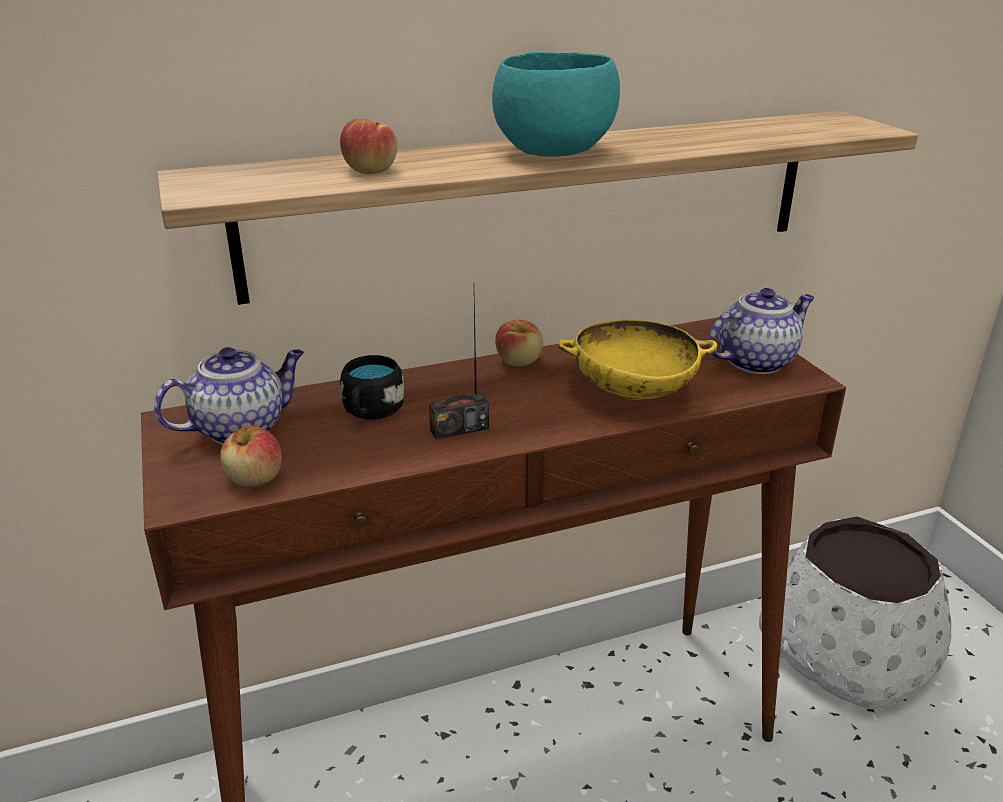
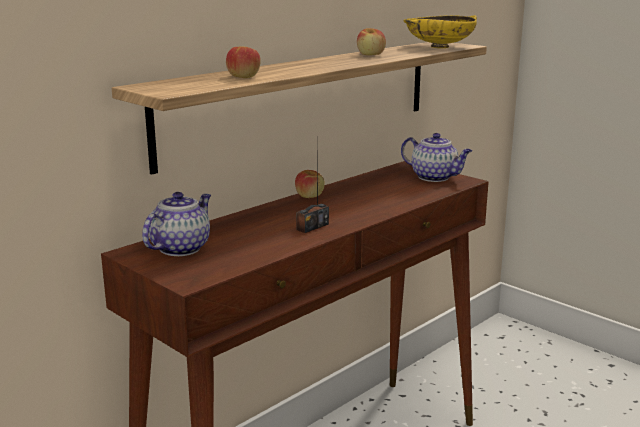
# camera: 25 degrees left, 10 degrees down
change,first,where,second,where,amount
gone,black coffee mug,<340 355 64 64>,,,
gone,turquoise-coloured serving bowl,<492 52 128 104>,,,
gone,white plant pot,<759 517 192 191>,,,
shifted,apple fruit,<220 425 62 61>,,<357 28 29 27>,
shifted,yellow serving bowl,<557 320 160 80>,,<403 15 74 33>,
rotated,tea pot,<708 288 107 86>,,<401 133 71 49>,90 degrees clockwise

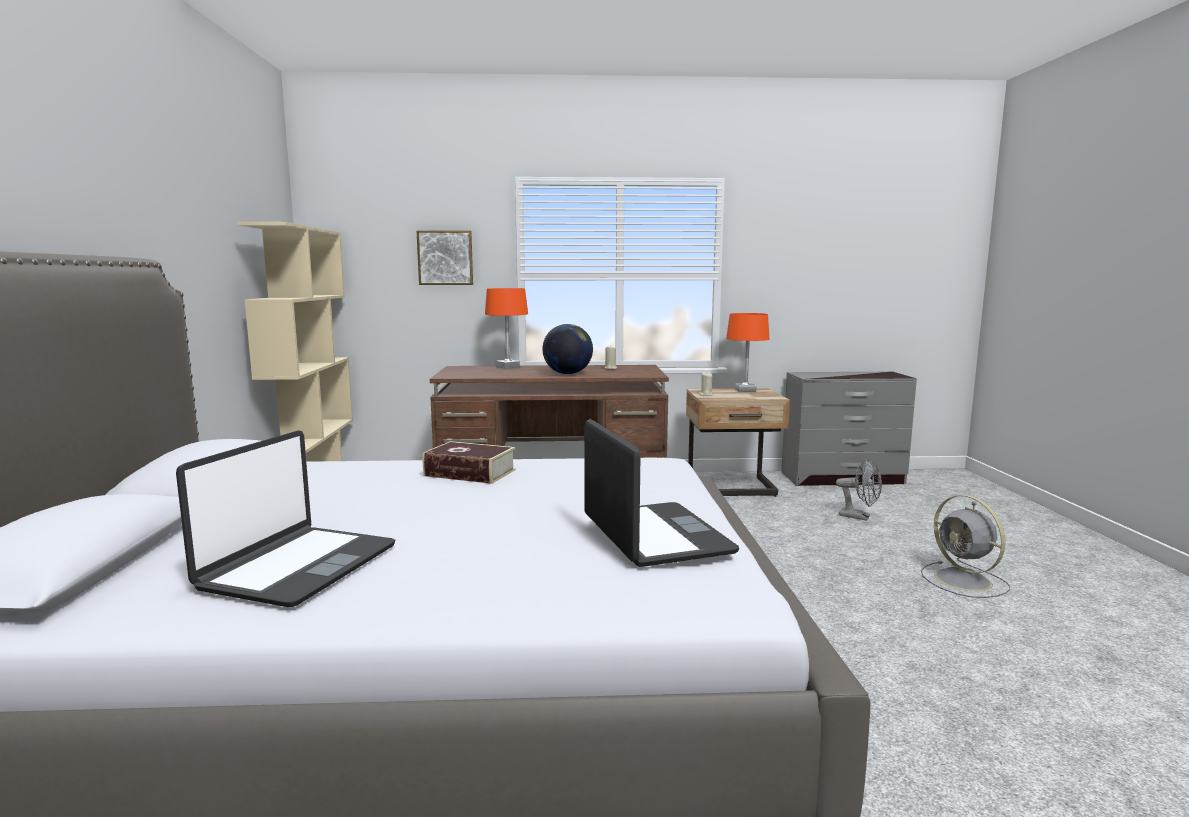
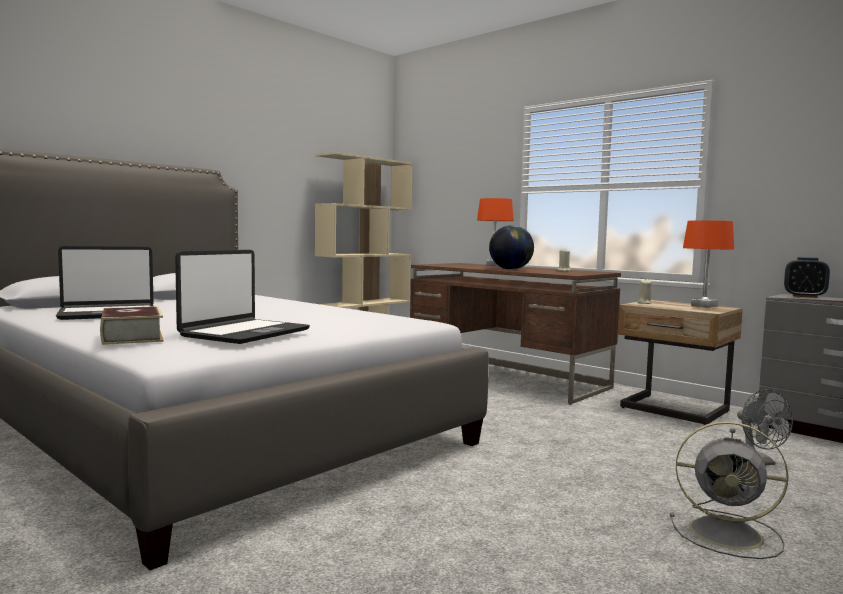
# camera: 45 degrees right, 5 degrees down
change,first,where,second,where,amount
gone,wall art,<416 230 57 55>,,,
new,,,alarm clock,<784 257 46 41>,
shifted,volume,<423 441 93 43>,,<100 306 64 39>,
rotated,grey electric fan,<921 495 89 103>,,<670 421 118 138>,90 degrees counterclockwise

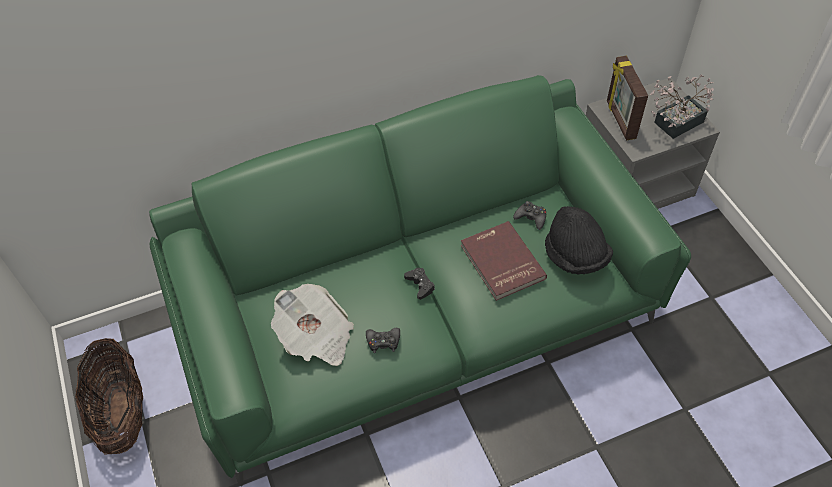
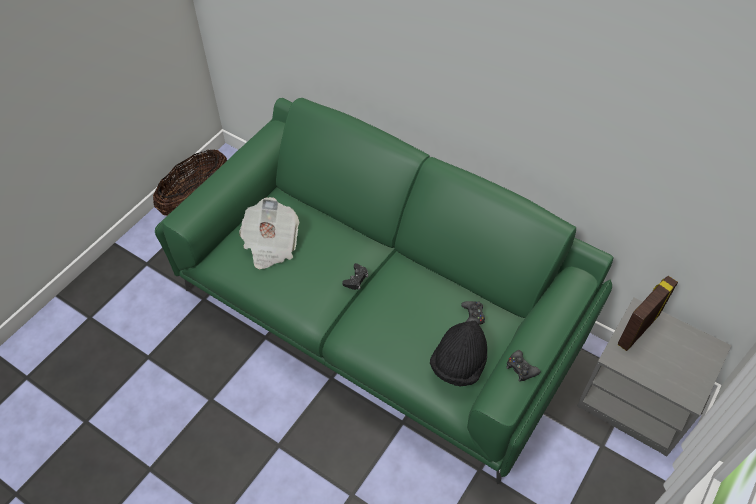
# camera: 55 degrees right, 0 degrees up
change,first,where,second,where,amount
gone,reddish volume,<461 221 86 80>,,,
gone,potted plant,<650 74 64 65>,,,
shifted,black joypad,<366 328 34 25>,,<506 350 35 31>,

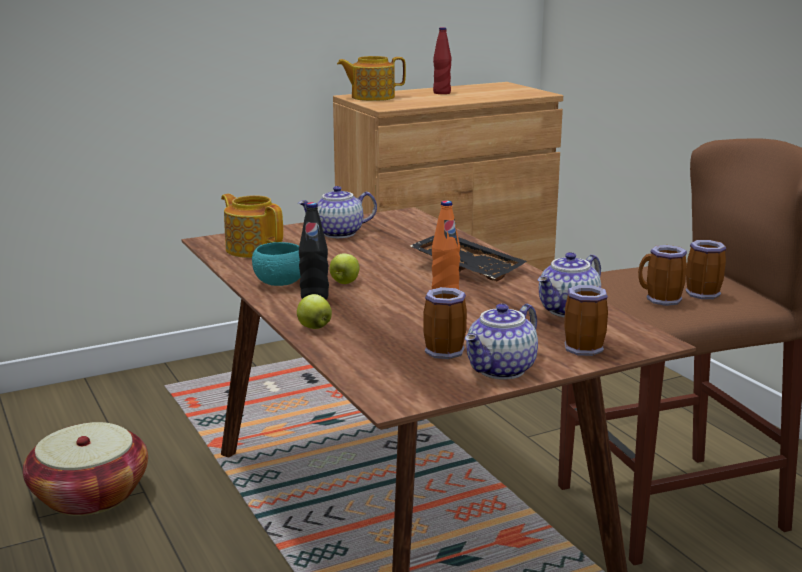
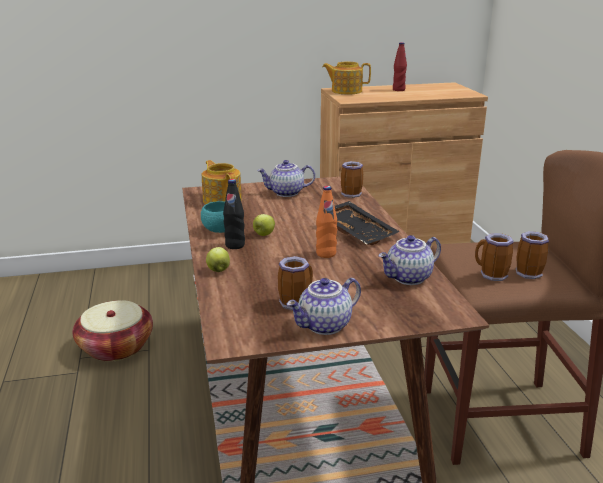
# camera: 15 degrees right, 5 degrees up
change,first,where,second,where,amount
shifted,coffee mug,<564 285 44 71>,,<341 161 22 37>,

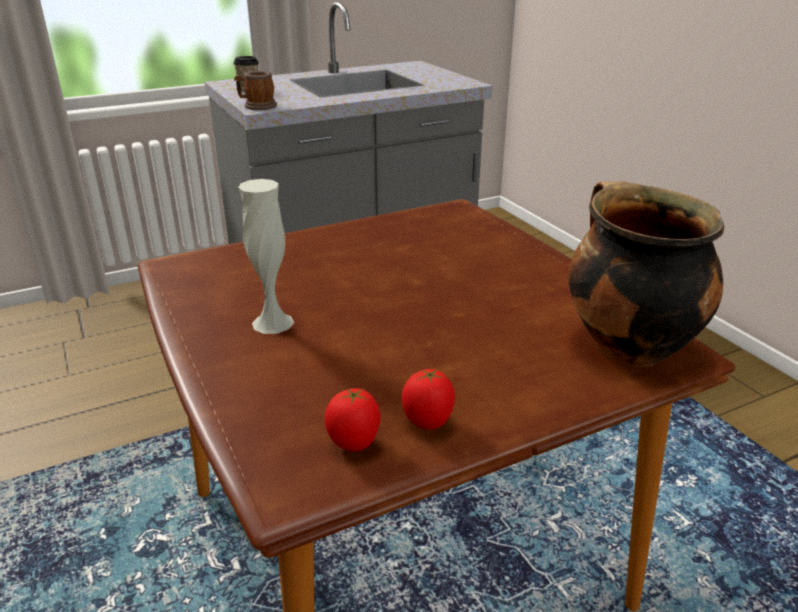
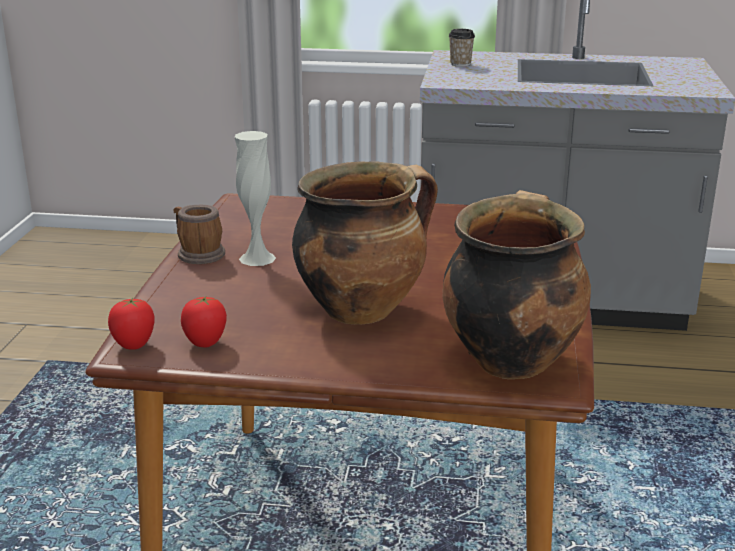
# camera: 35 degrees right, 5 degrees down
change,first,where,second,where,amount
new,,,stockpot,<292 161 146 164>,
shifted,coffee mug,<234 71 43 39>,,<174 205 51 59>,
shifted,tomato,<402 369 53 61>,,<108 298 47 52>,

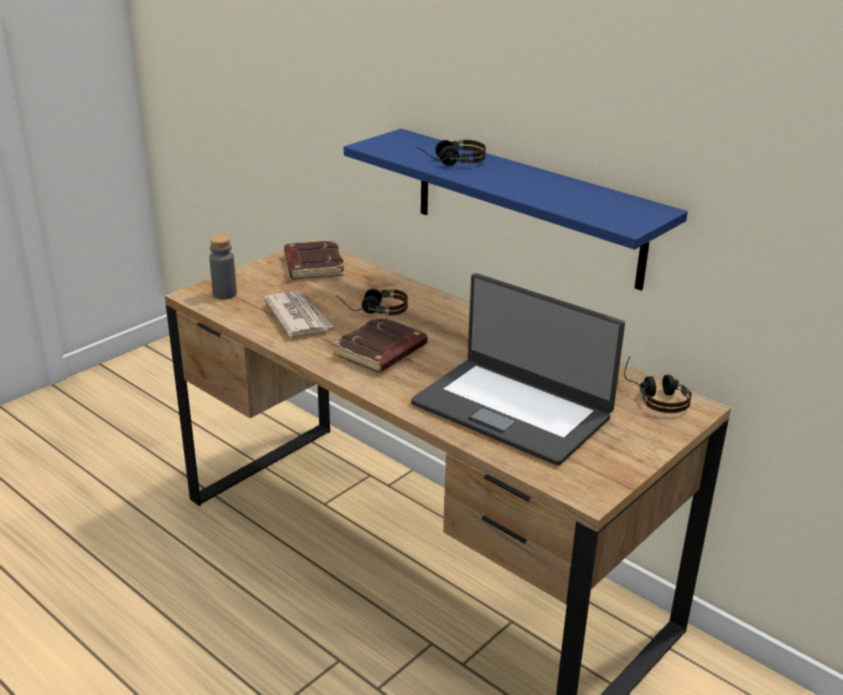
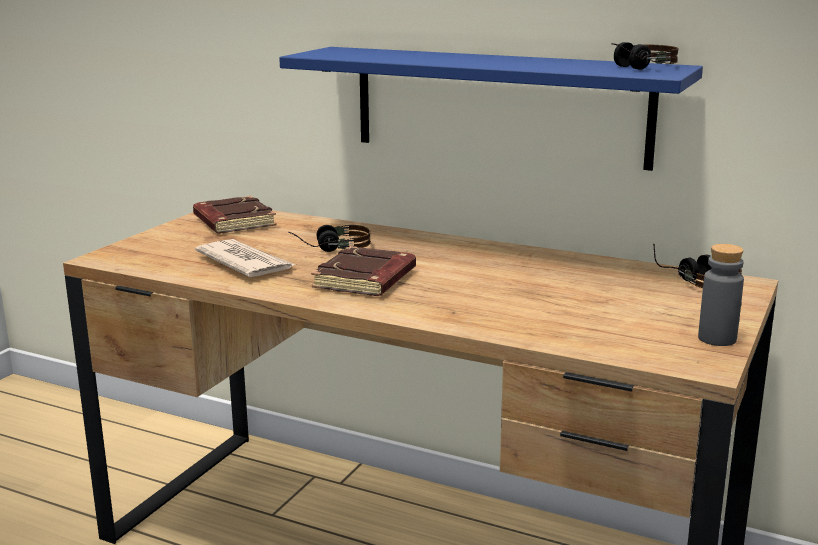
# camera: 15 degrees left, 10 degrees down
change,first,where,second,where,amount
gone,laptop,<411 273 214 193>,,,
shifted,grey beverage bottle,<209 235 28 65>,,<698 244 46 102>,
shifted,headset,<416 140 70 25>,,<612 42 67 28>,

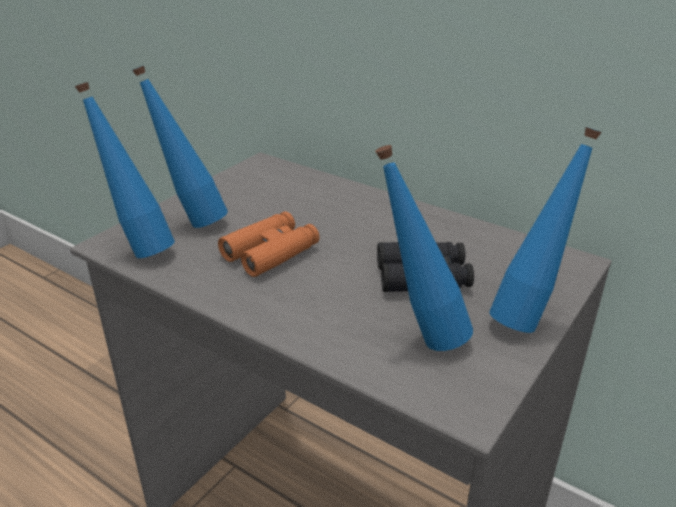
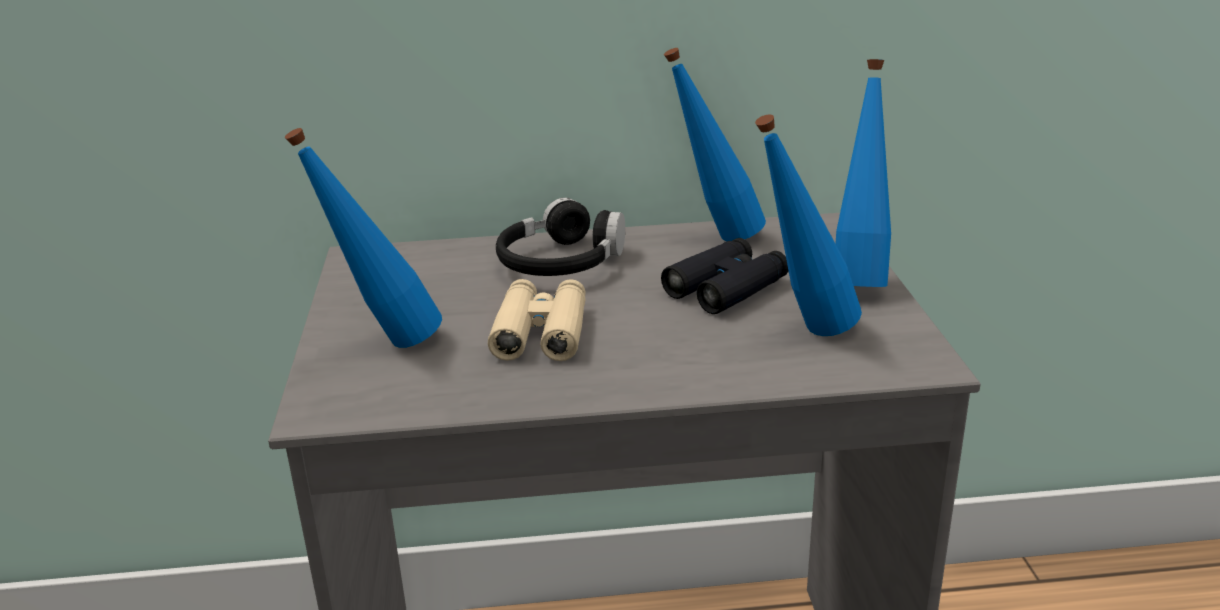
# camera: 40 degrees left, 5 degrees down
change,first,where,second,where,amount
new,,,black headset,<496 198 129 78>,
shifted,blue-coloured beverage bottle,<75 82 100 176>,,<664 48 102 193>,
repainted,orange field glasses,<218 211 102 66>,beige field glasses,<488 279 98 82>,

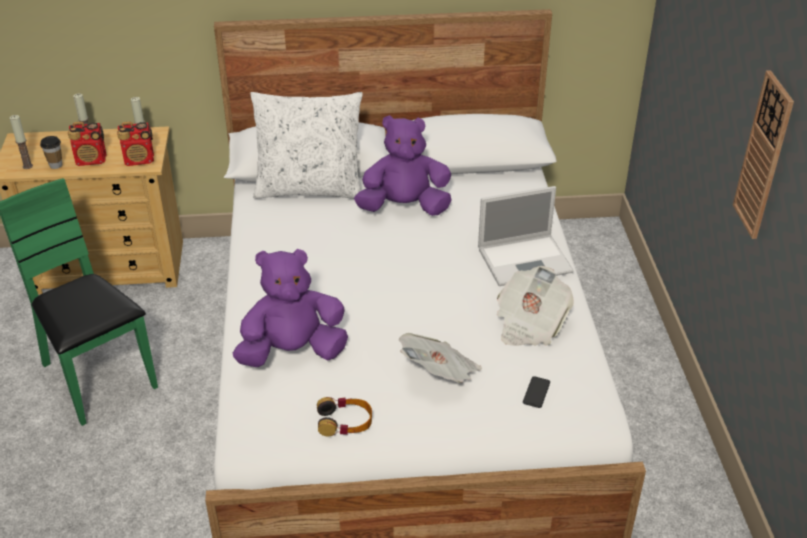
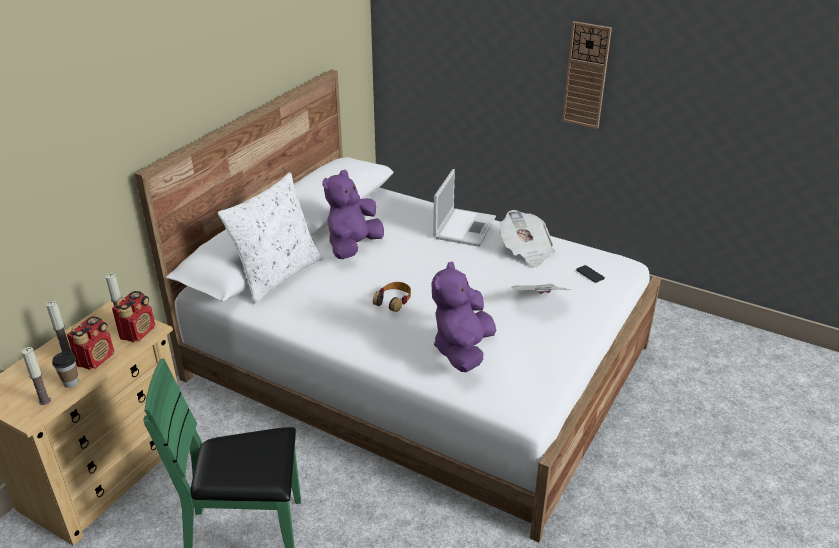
# camera: 55 degrees left, 5 degrees down
change,first,where,second,where,amount
shifted,headset,<317 397 55 39>,,<373 282 38 30>,

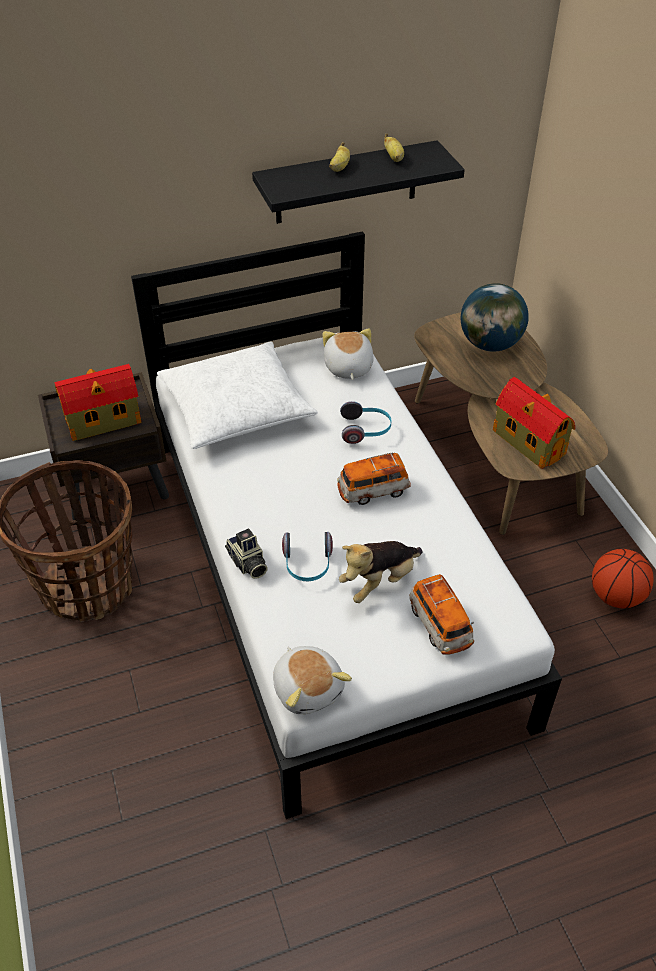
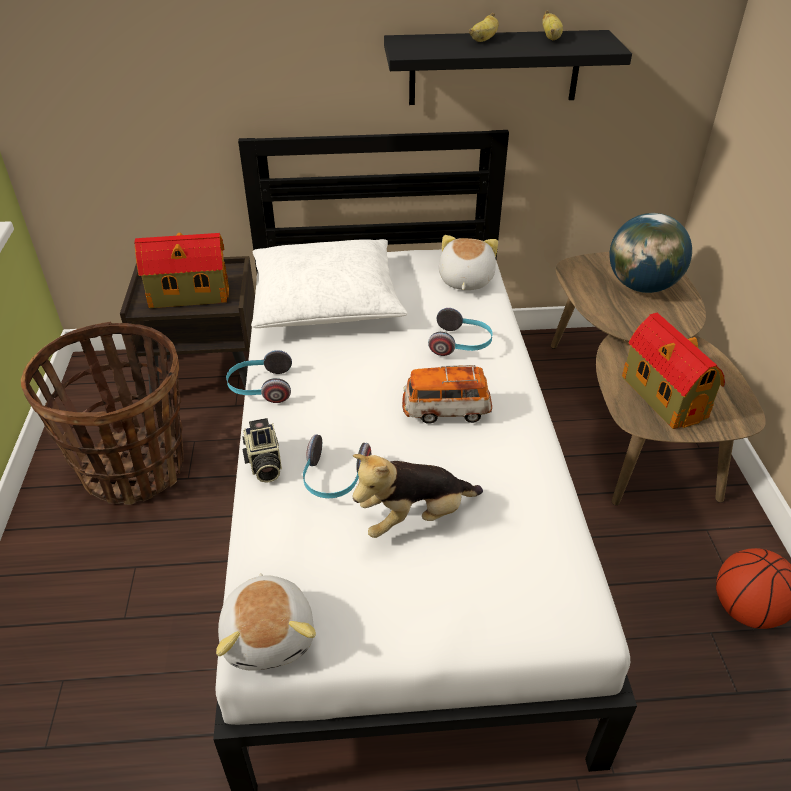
# camera: 15 degrees right, 5 degrees down
change,first,where,second,where,amount
gone,model car,<409 574 65 81>,,,
new,,,headset,<226 350 66 53>,

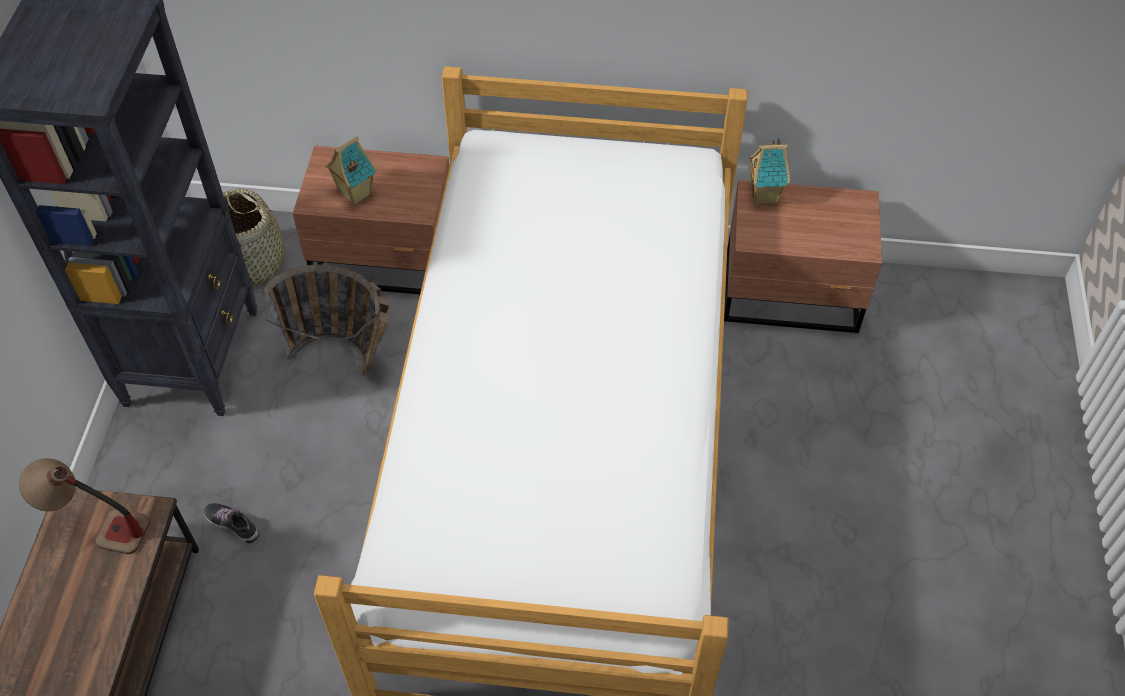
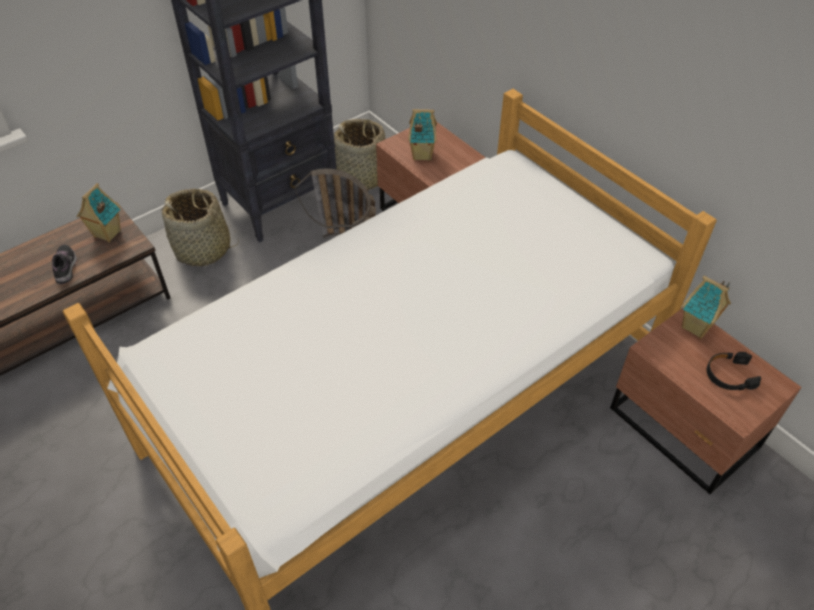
# camera: 45 degrees right, 5 degrees down
change,first,where,second,where,amount
new,,,household basket,<160 189 79 77>,
new,,,black headset,<706 352 55 38>,
shifted,low shoe,<204 503 56 40>,,<52 244 25 40>,
swapped,tabletop lamp,<19 458 131 96>,model house,<76 183 45 59>,

